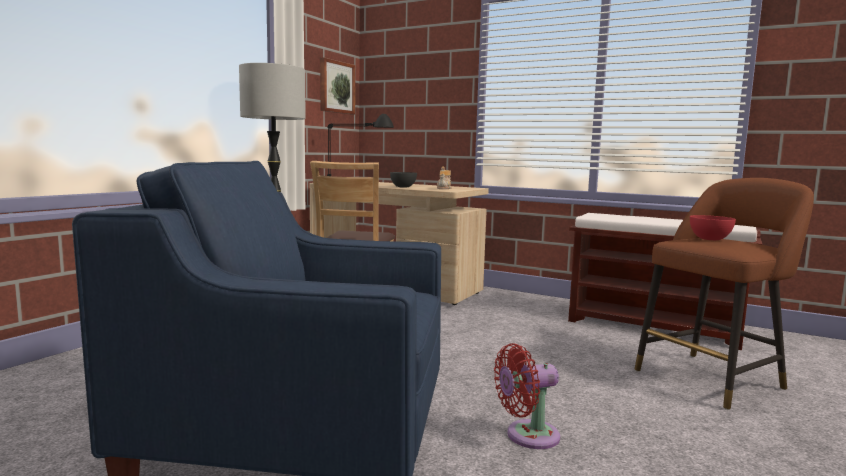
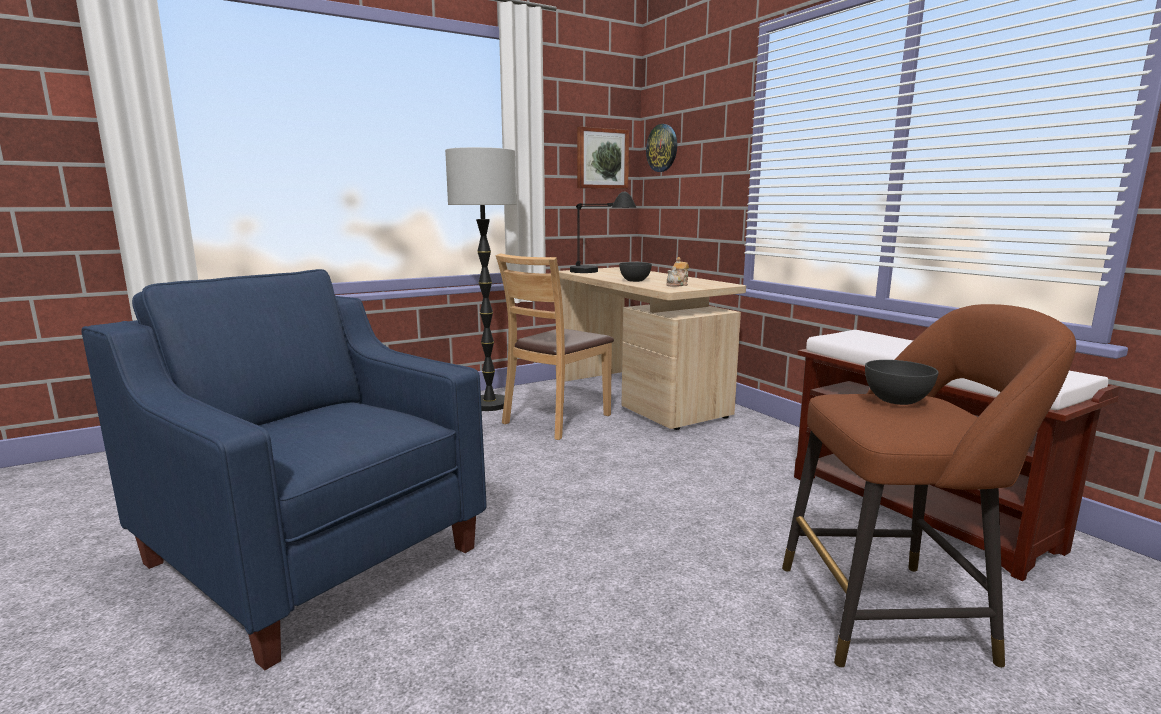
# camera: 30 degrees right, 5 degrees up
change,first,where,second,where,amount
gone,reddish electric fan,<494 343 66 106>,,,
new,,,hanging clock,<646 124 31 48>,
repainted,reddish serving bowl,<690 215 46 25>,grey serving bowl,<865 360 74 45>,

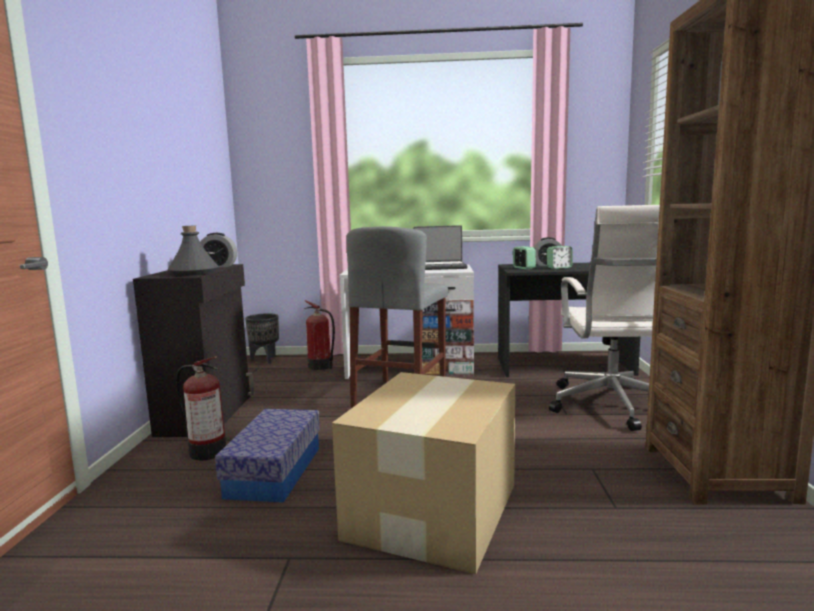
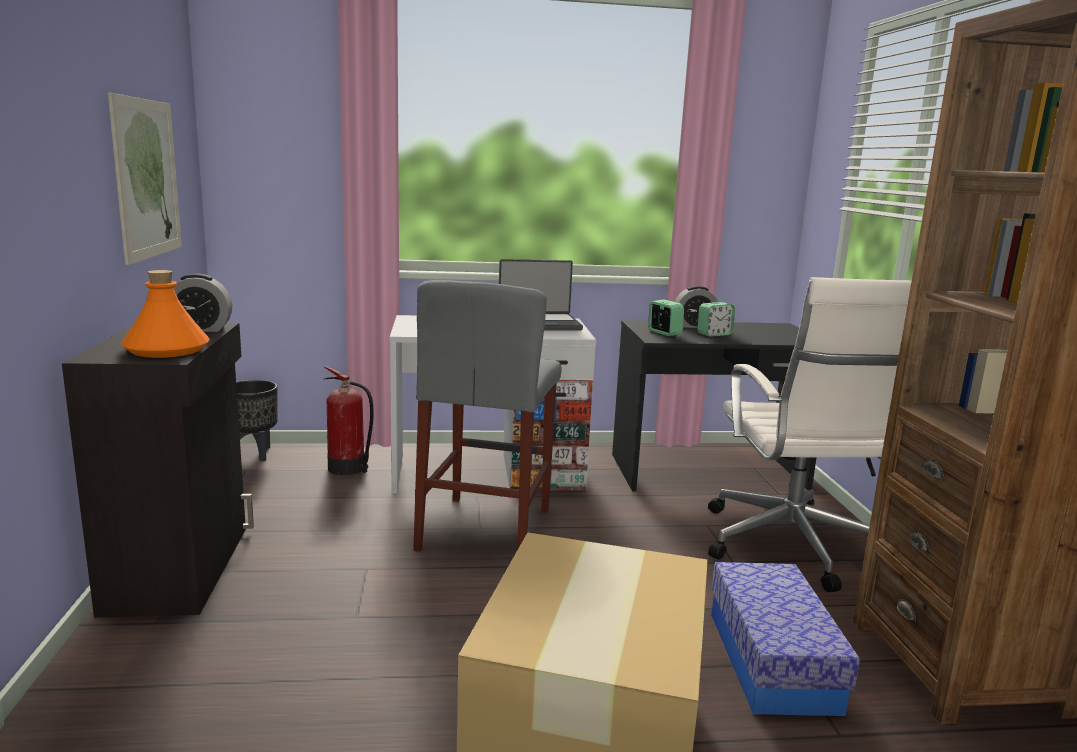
# camera: 10 degrees left, 5 degrees up
change,first,where,second,where,amount
gone,fire extinguisher,<176 356 50 104>,,,
new,,,wall art,<108 93 74 172>,
shifted,storage box,<215 409 105 94>,,<711 562 149 154>,
repainted,grey beverage bottle,<167 226 52 50>,orange beverage bottle,<121 270 89 88>,

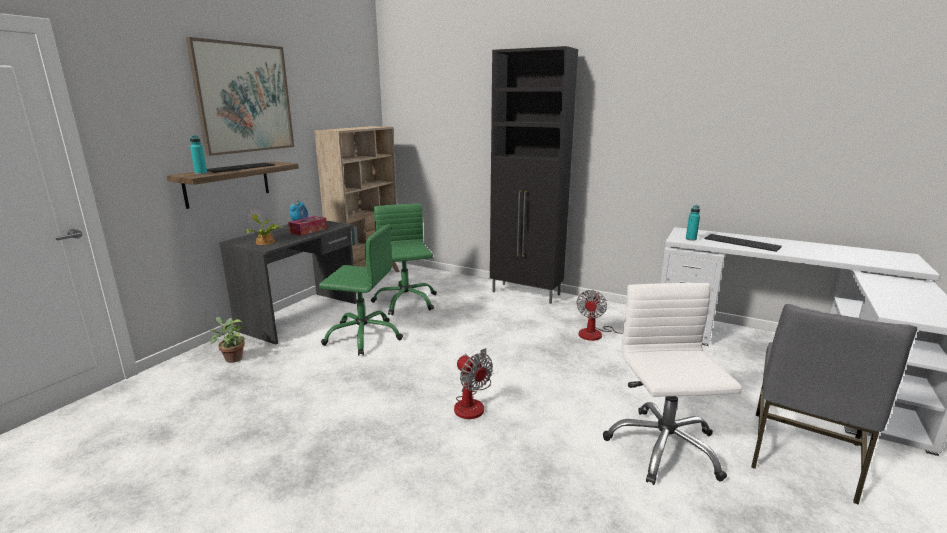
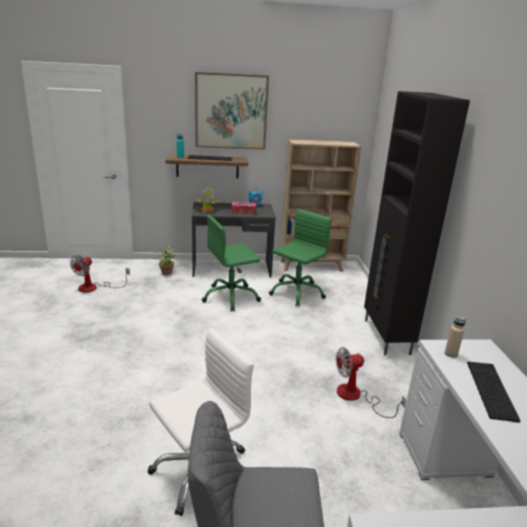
# camera: 55 degrees right, 5 degrees up
change,first,where,second,where,amount
shifted,electric fan,<454 348 39 71>,,<70 255 60 38>,
repainted,turquoise-coloured beverage bottle,<686 205 14 36>,beige beverage bottle,<445 316 21 42>,
rotated,green-coloured desk chair,<319 224 84 132>,,<201 215 60 97>,90 degrees clockwise

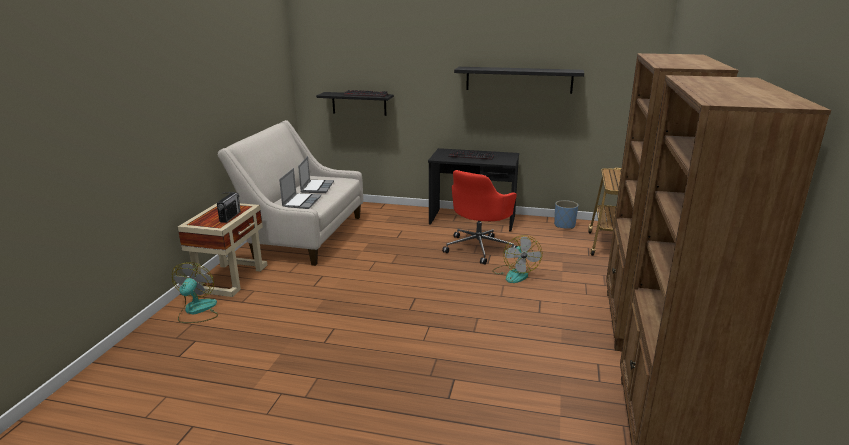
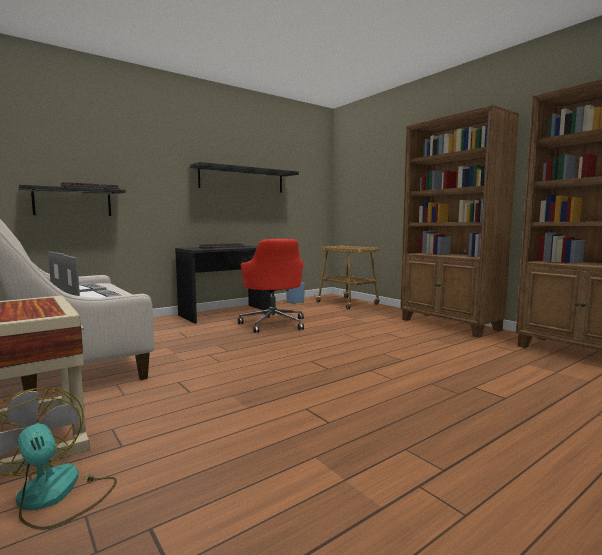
# camera: 50 degrees left, 15 degrees down
change,first,where,second,where,amount
gone,radio set,<217 192 24 31>,,,
gone,electric fan,<492 235 50 48>,,,

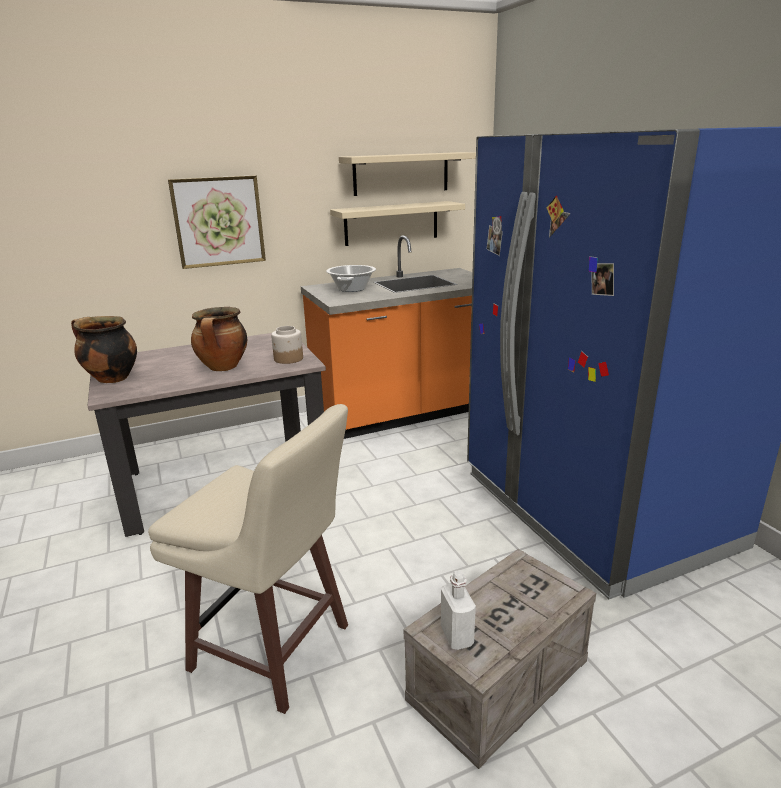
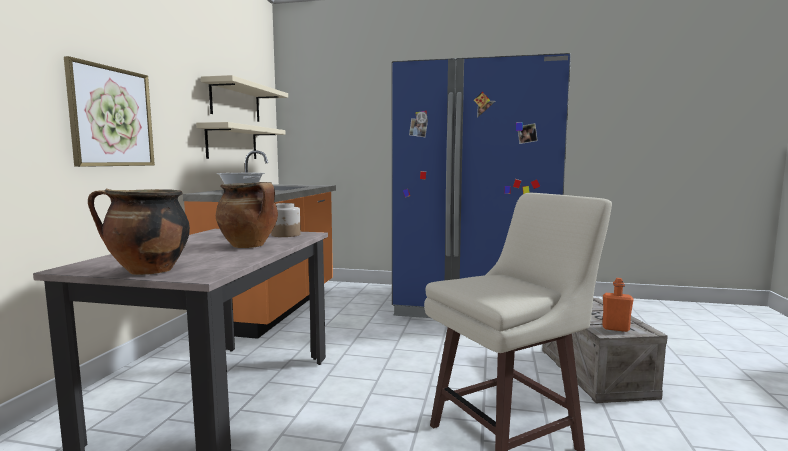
# camera: 55 degrees left, 15 degrees down
change,first,where,second,where,amount
repainted,white beverage bottle,<441 570 35 80>,orange beverage bottle,<602 278 32 54>,

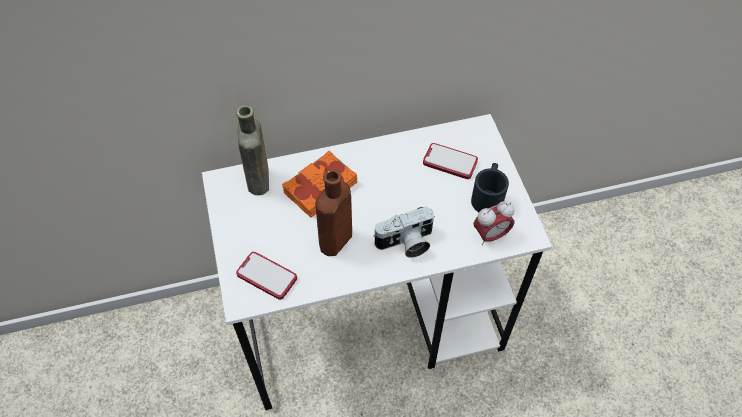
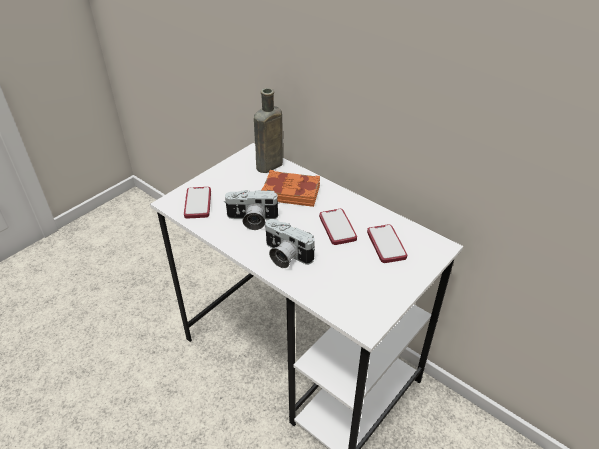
# camera: 55 degrees right, 15 degrees down
change,first,where,second,where,amount
gone,black coffee mug,<471 163 38 49>,,,
gone,alarm clock,<474 201 41 44>,,,
new,,,telephone,<319 209 38 36>,
swapped,brown-coloured beverage bottle,<315 169 37 87>,photo camera,<224 190 56 40>,

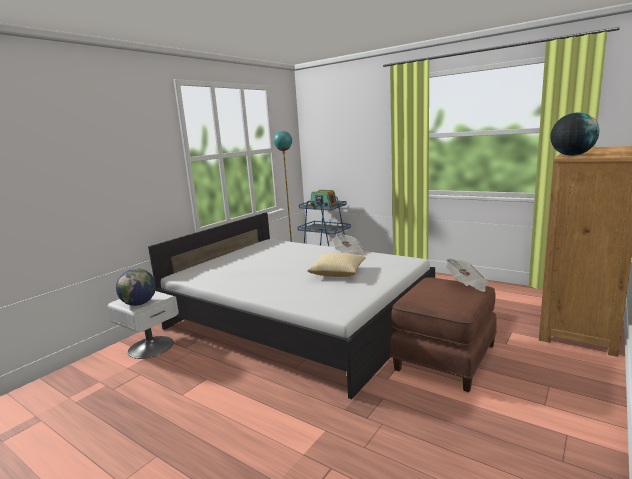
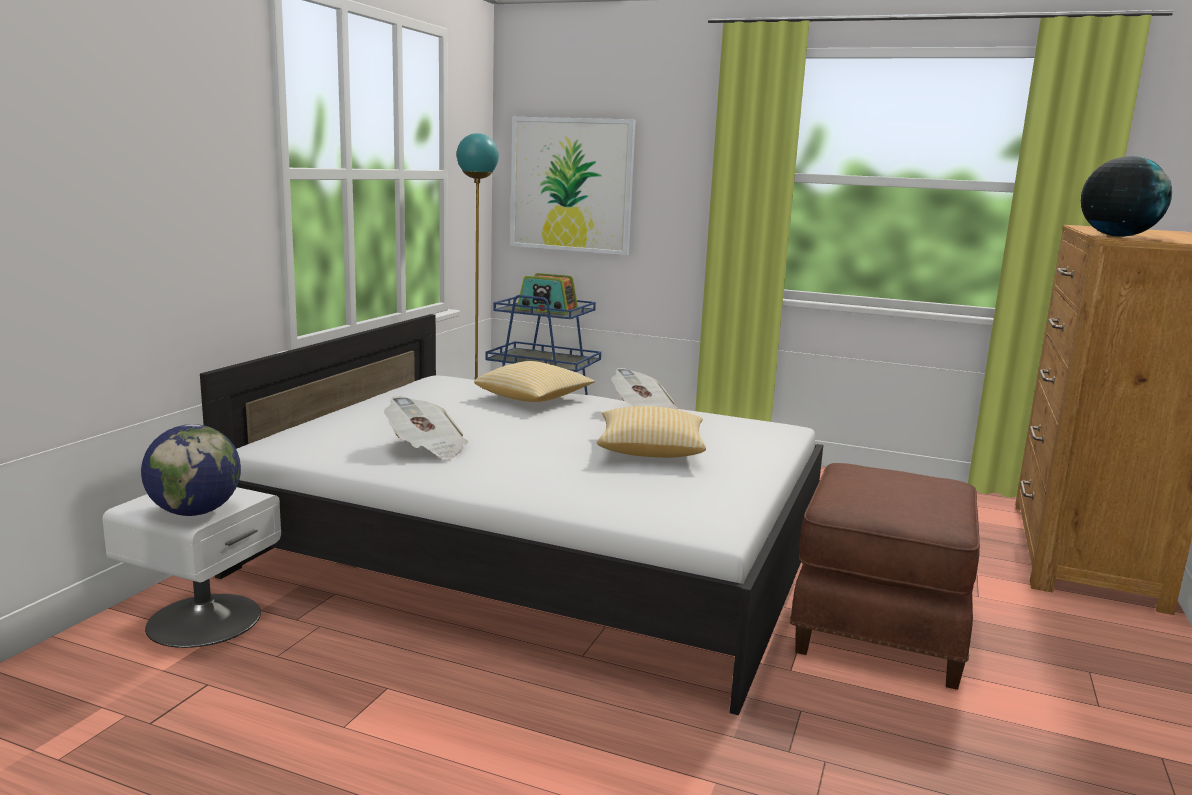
# camera: 15 degrees left, 0 degrees up
change,first,where,second,where,amount
new,,,pillow,<474 361 121 41>,
new,,,wall art,<510 117 126 138>,
shifted,daily paper,<446 258 42 34>,,<384 396 84 64>,

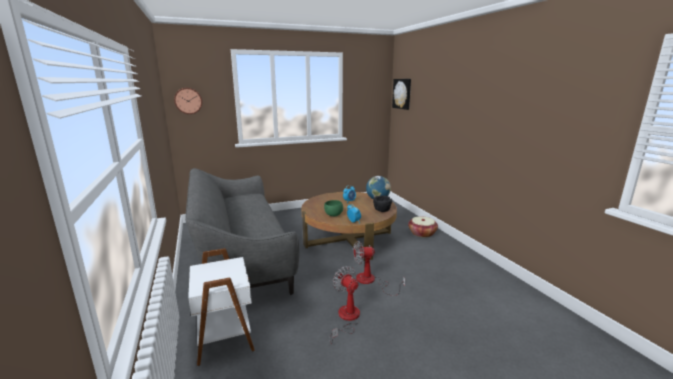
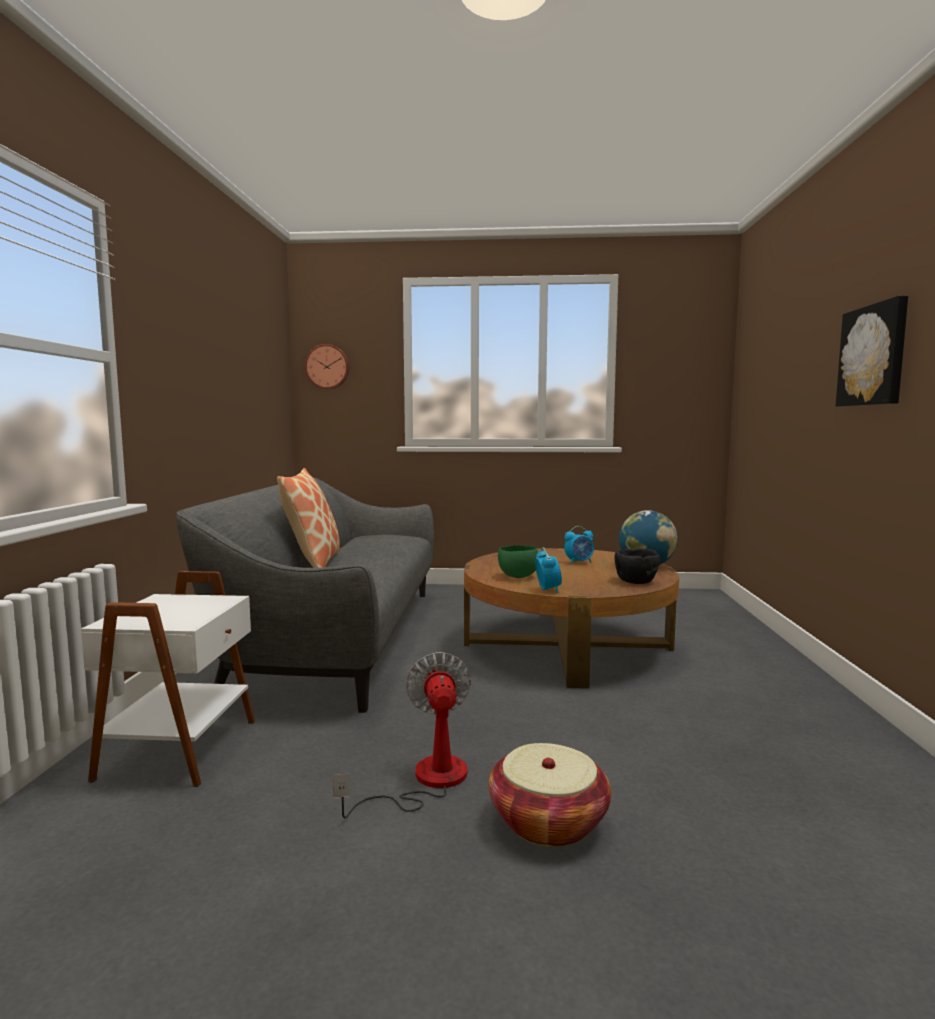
# camera: 25 degrees right, 10 degrees down
change,first,where,second,where,amount
gone,electric fan,<353 241 52 55>,,,
new,,,pillow,<277 468 63 100>,
shifted,wall art,<392 79 19 31>,,<836 295 72 112>,
shifted,household basket,<408 217 30 20>,,<488 743 123 104>,

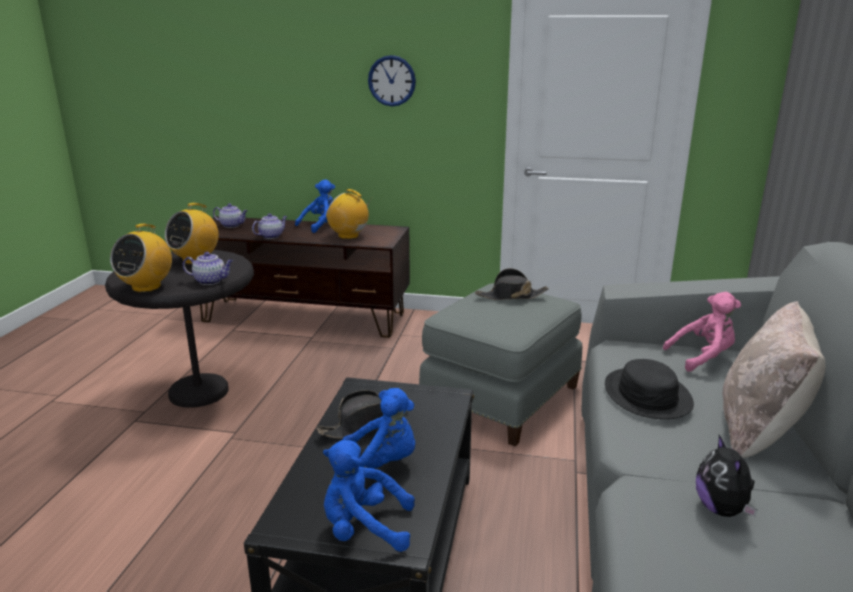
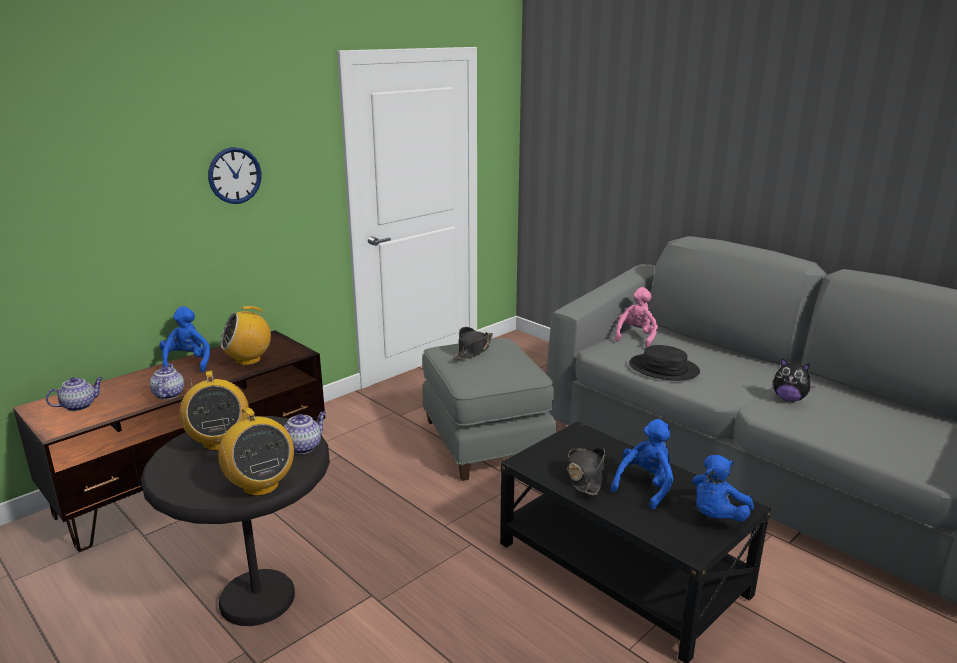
# camera: 55 degrees left, 0 degrees up
change,first,where,second,where,amount
gone,beige pillow,<722 301 104 157>,,,

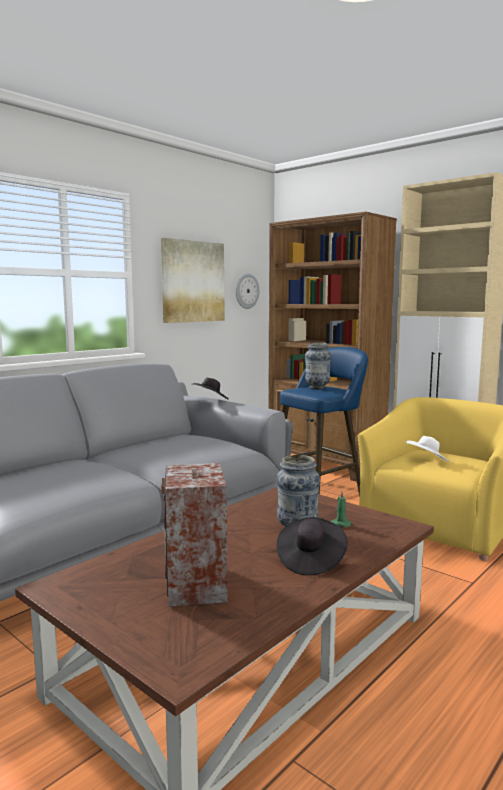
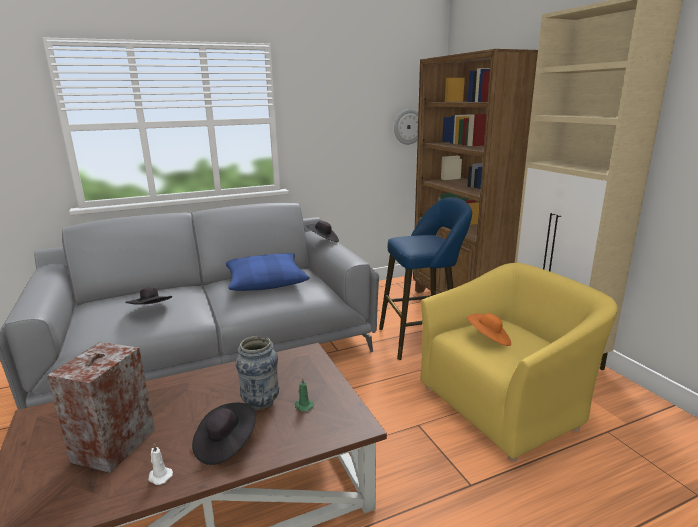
# camera: 25 degrees right, 10 degrees up
change,first,where,second,where,amount
gone,wall art,<161 238 64 85>,,,
gone,vase,<305 343 26 46>,,,
new,,,black hat,<125 287 47 18>,
new,,,white wax candle,<148 443 25 42>,
new,,,blue-coloured pillow,<226 253 84 38>,
repainted,white hat,<405 436 45 26>,orange hat,<467 313 44 33>,

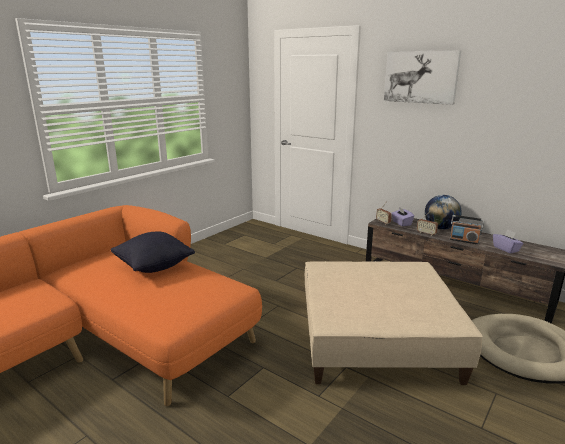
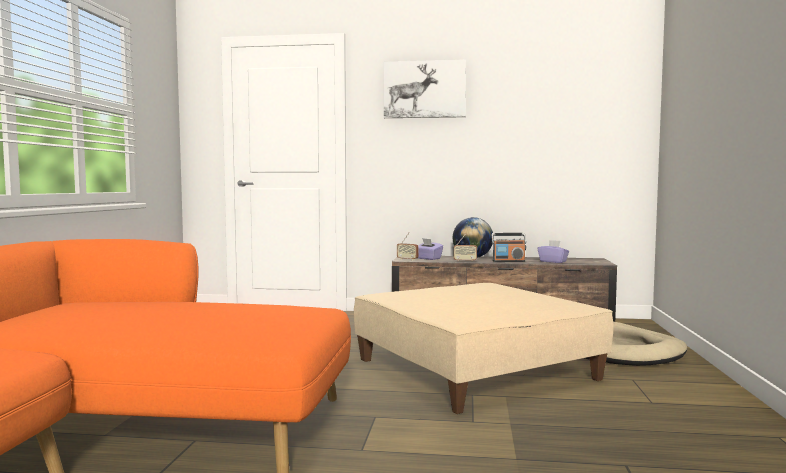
# camera: 30 degrees left, 15 degrees down
change,first,where,second,where,amount
gone,black pillow,<111 232 84 41>,,,

